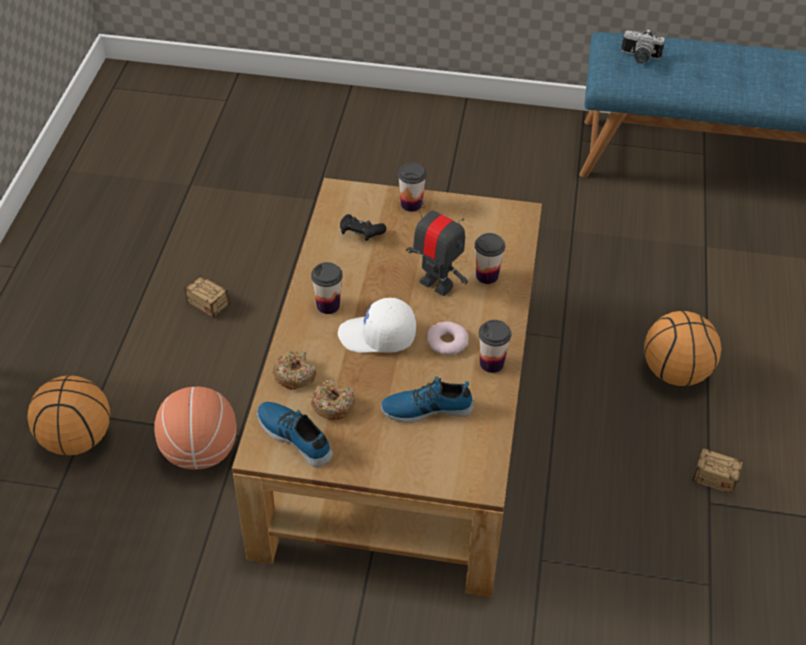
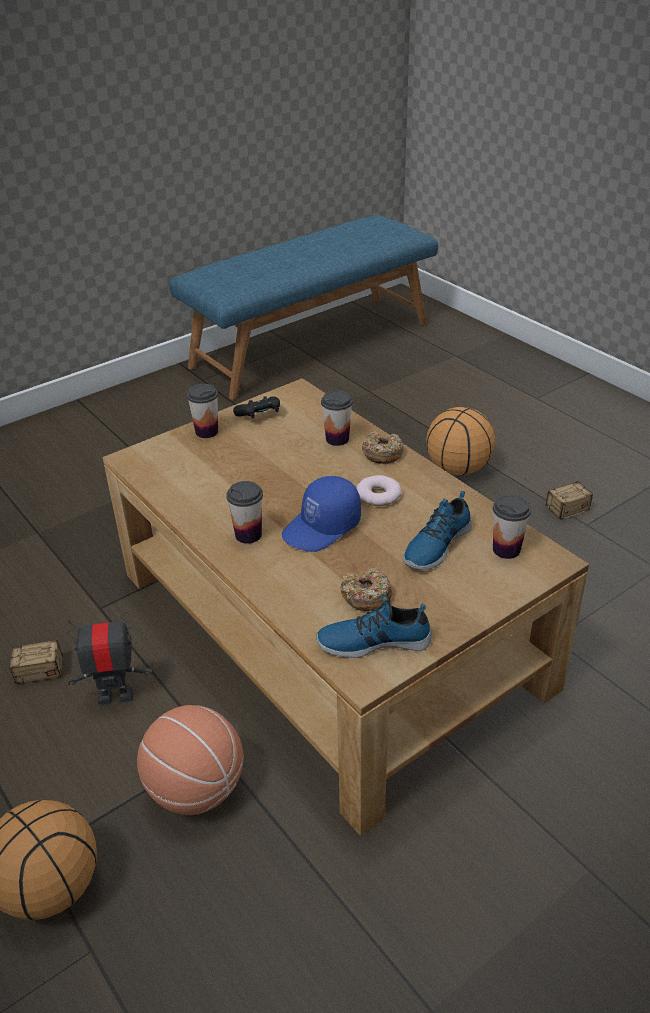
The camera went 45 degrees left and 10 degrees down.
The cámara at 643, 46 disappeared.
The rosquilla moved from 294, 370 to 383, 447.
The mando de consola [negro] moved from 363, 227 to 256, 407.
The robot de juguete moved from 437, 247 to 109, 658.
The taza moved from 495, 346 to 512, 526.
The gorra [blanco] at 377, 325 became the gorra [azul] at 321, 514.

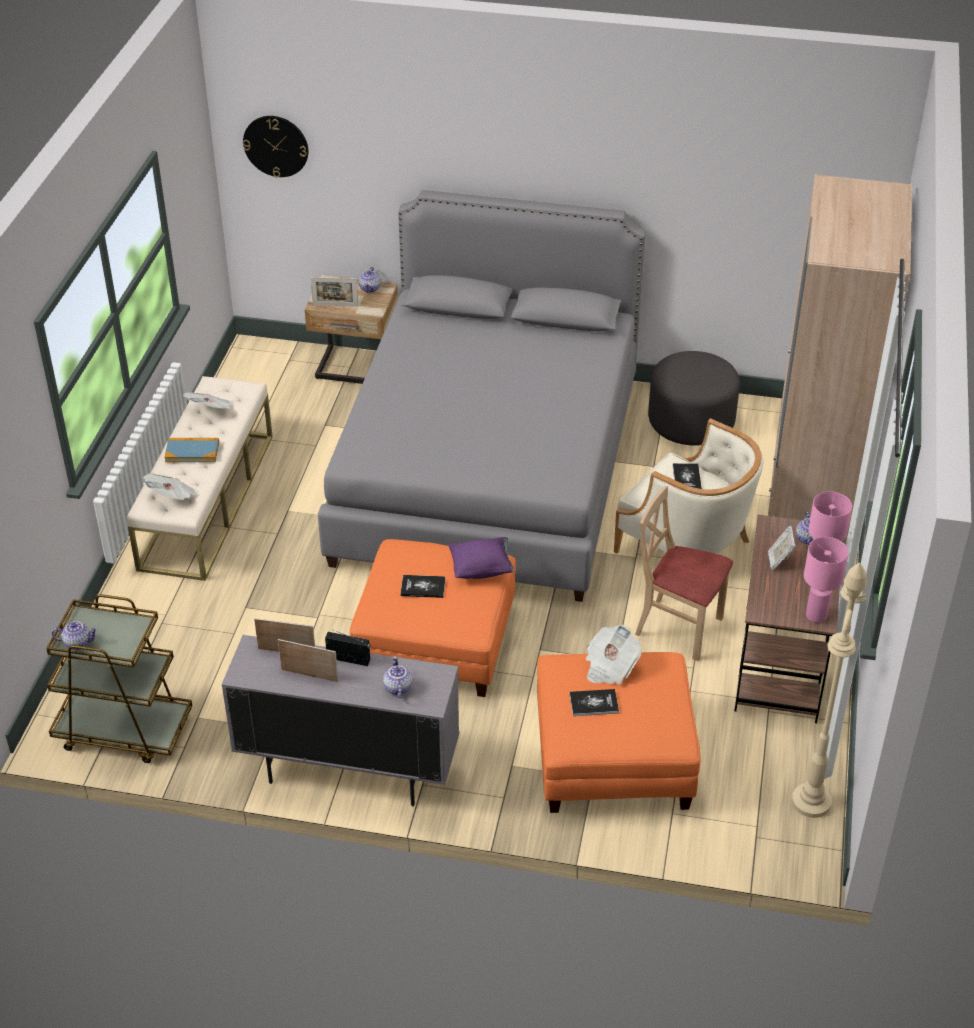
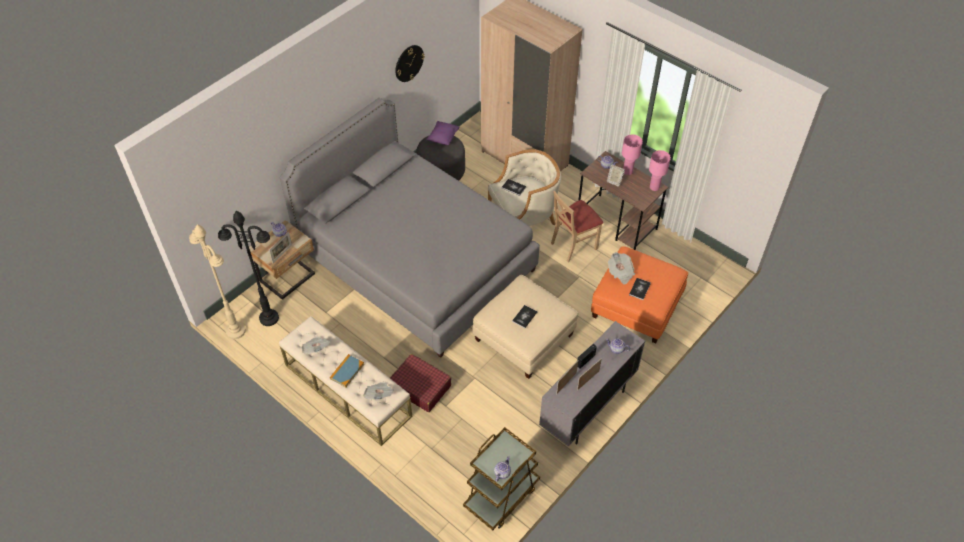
The camera went 60 degrees left and 10 degrees up.
The lámpara de pie [negro] at 248, 268 appeared.
The maleta [rojo] at 420, 383 appeared.
The reloj de pared moved from 275, 147 to 410, 63.
The cojín [morado] moved from 481, 558 to 442, 133.
The lámpara de pie [beis] moved from 829, 690 to 217, 281.
The puf [naranja] at 433, 618 became the puf [beis] at 525, 327.

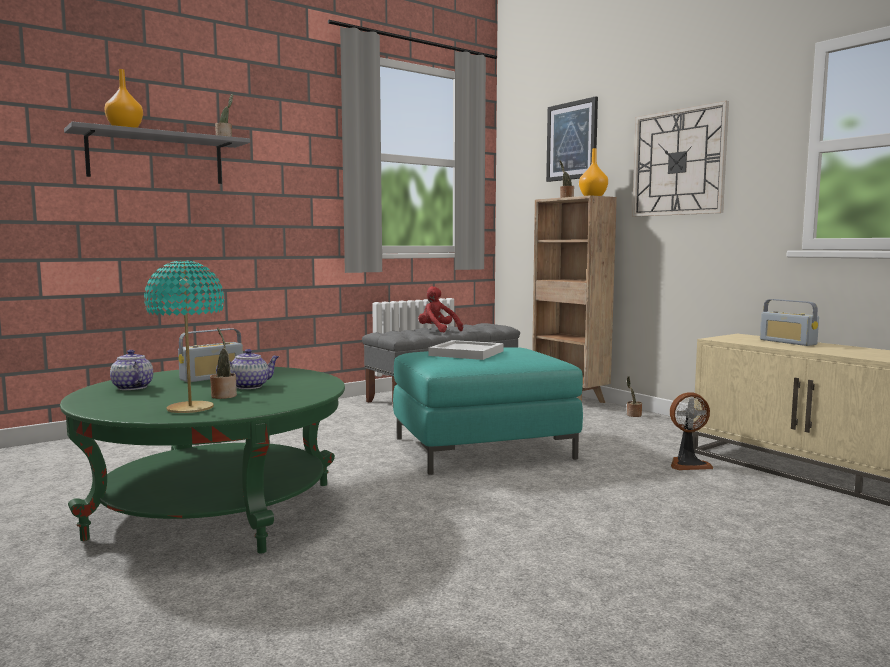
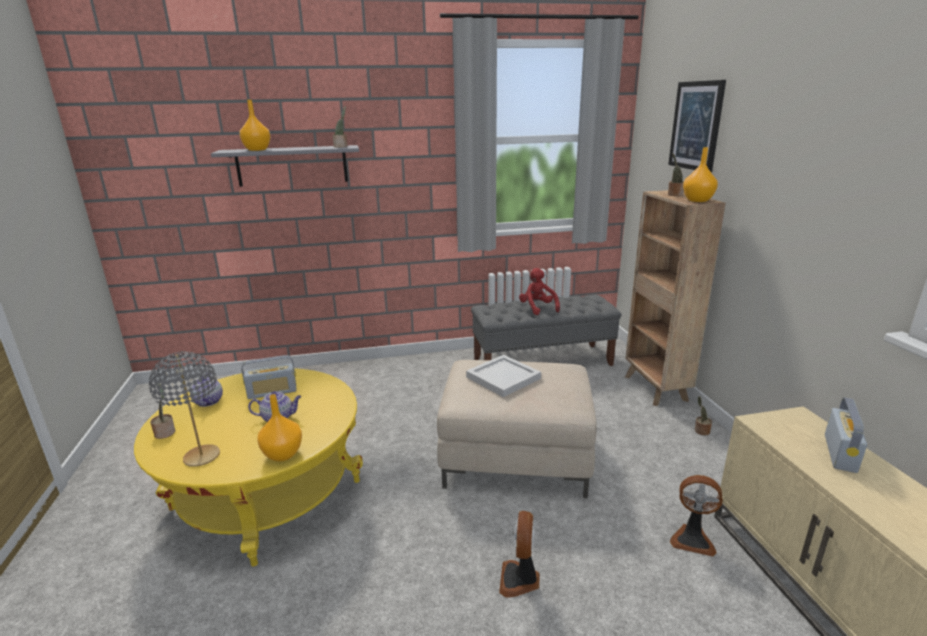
The camera went 25 degrees right and 15 degrees up.
The reloj de pared at 680, 159 disappeared.
The florero [naranja] at 279, 427 appeared.
The ventilador at 519, 554 appeared.
The planta en maceta moved from 223, 363 to 162, 411.
The mesa de centro [verde] at 202, 460 became the mesa de centro [amarillo] at 248, 467.
The lámpara de mesa [turquesa] at 184, 337 became the lámpara de mesa [gris] at 184, 409.
The puf [turquesa] at 488, 411 became the puf [beis] at 517, 429.
The radio at 789, 322 turned 150 degrees counterclockwise.

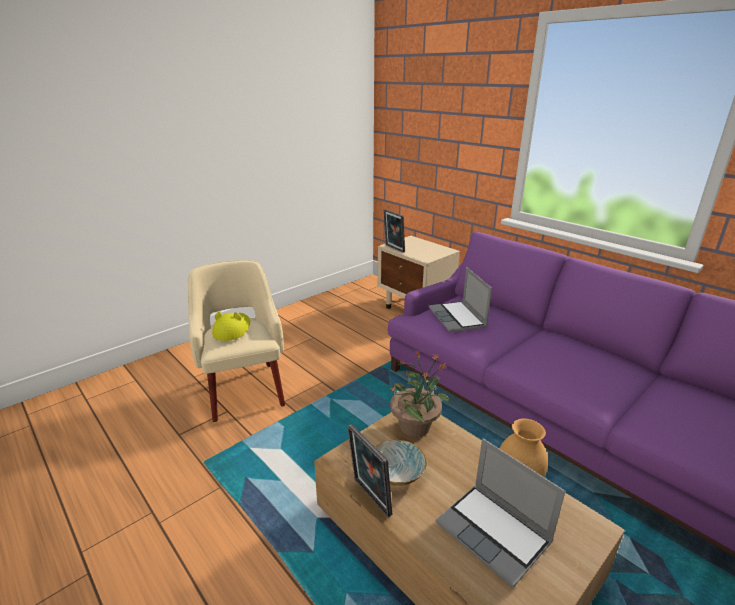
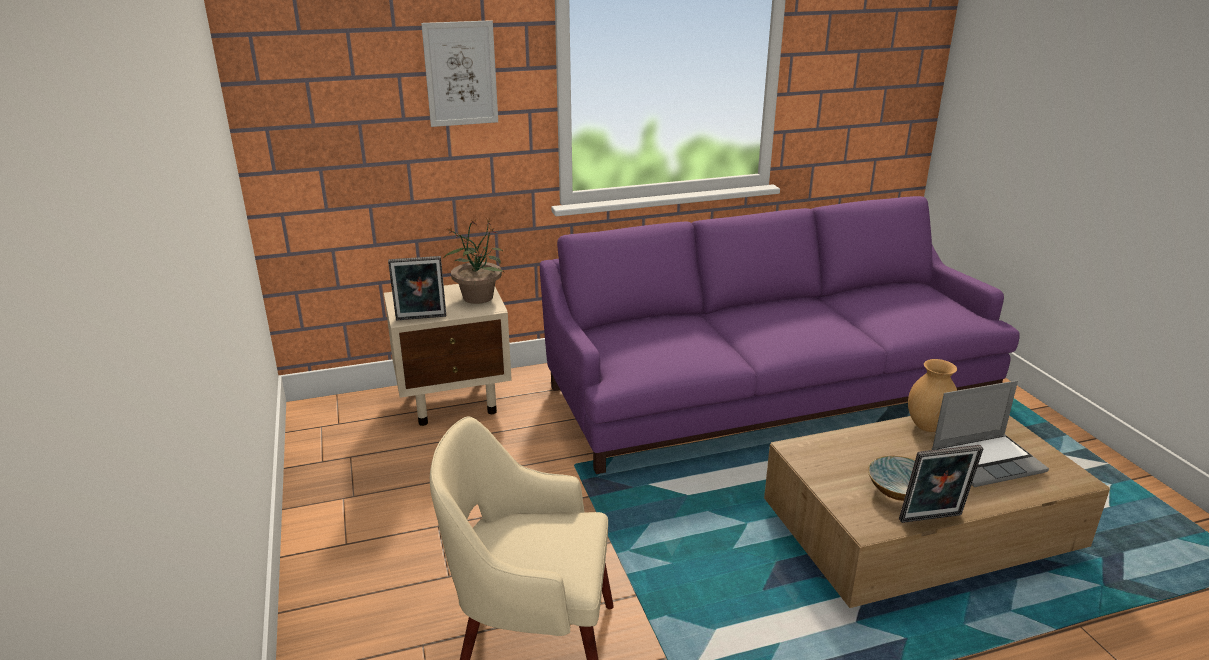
The camera went 65 degrees left and 0 degrees up.
The sombrero [amarillo] at 231, 326 disappeared.
The portátil at 460, 299 disappeared.
The cuadro at 459, 73 appeared.
The planta en maceta moved from 420, 394 to 473, 260.

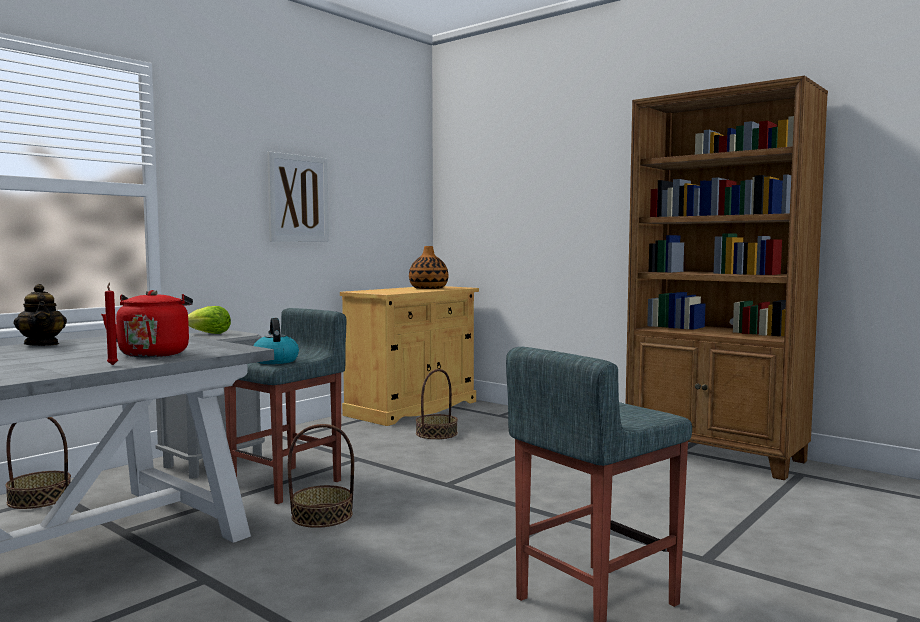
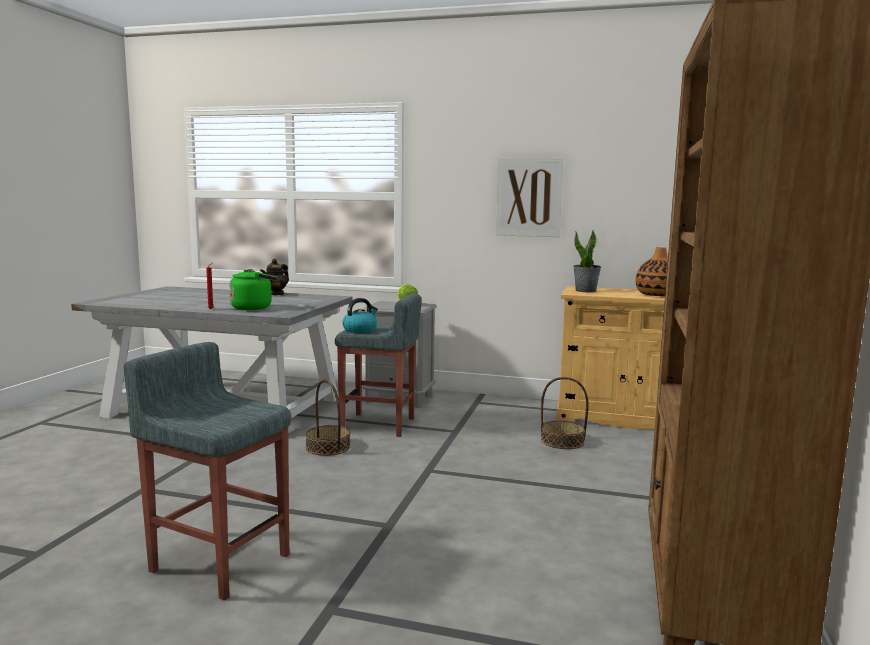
The camera went 65 degrees right and 5 degrees up.
The cesta at 38, 463 disappeared.
The planta en maceta at 587, 260 appeared.
The hervidor [rojo] at 147, 323 became the hervidor [verde] at 253, 289.

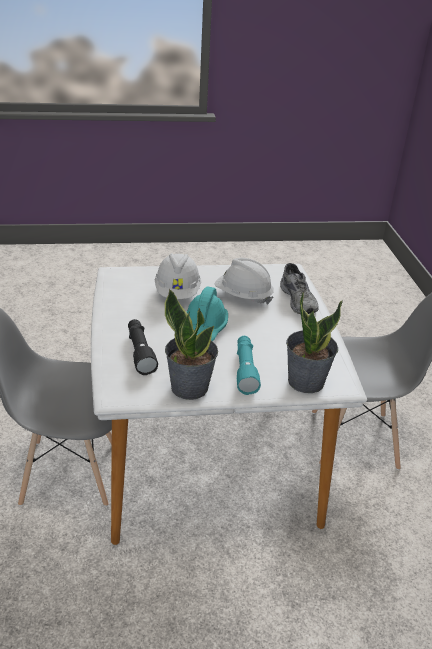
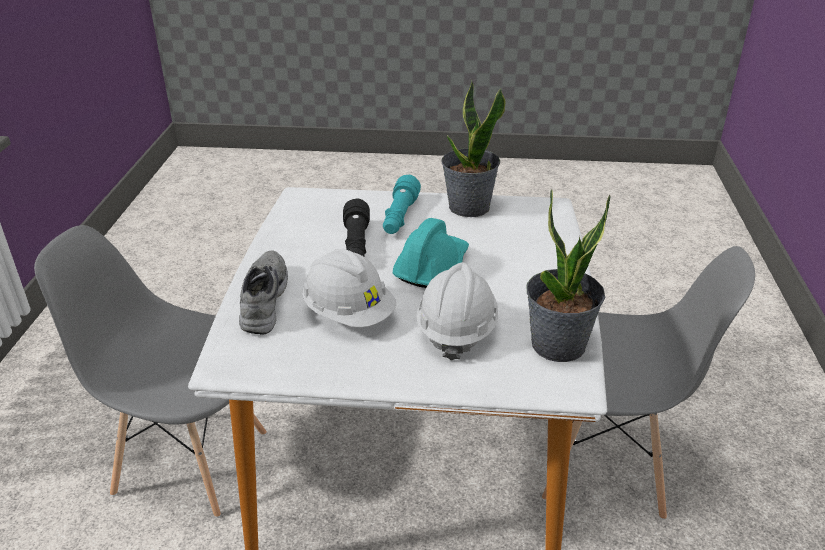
The camera went 165 degrees left and 0 degrees up.
The linterna [negro] moved from 143, 347 to 356, 227.
The planta en maceta moved from 314, 342 to 569, 276.

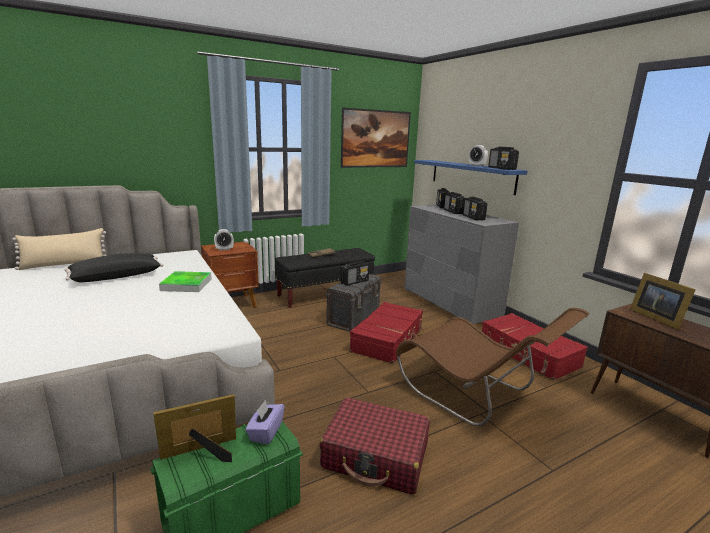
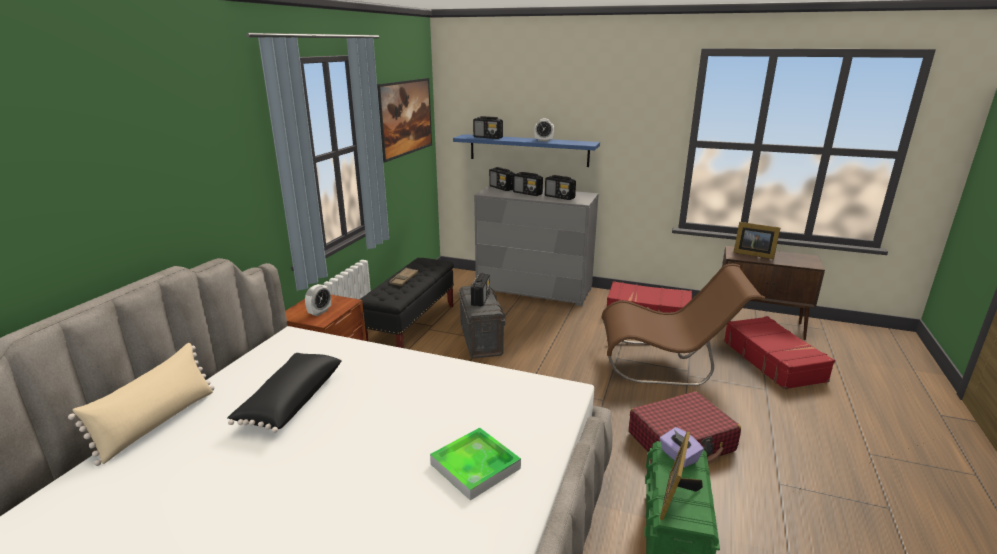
The camera went 40 degrees left and 5 degrees up.
The bandeja moved from 185, 281 to 475, 464.
The maleta [rojo] moved from 386, 333 to 779, 352.
The radio moved from 503, 158 to 488, 127.

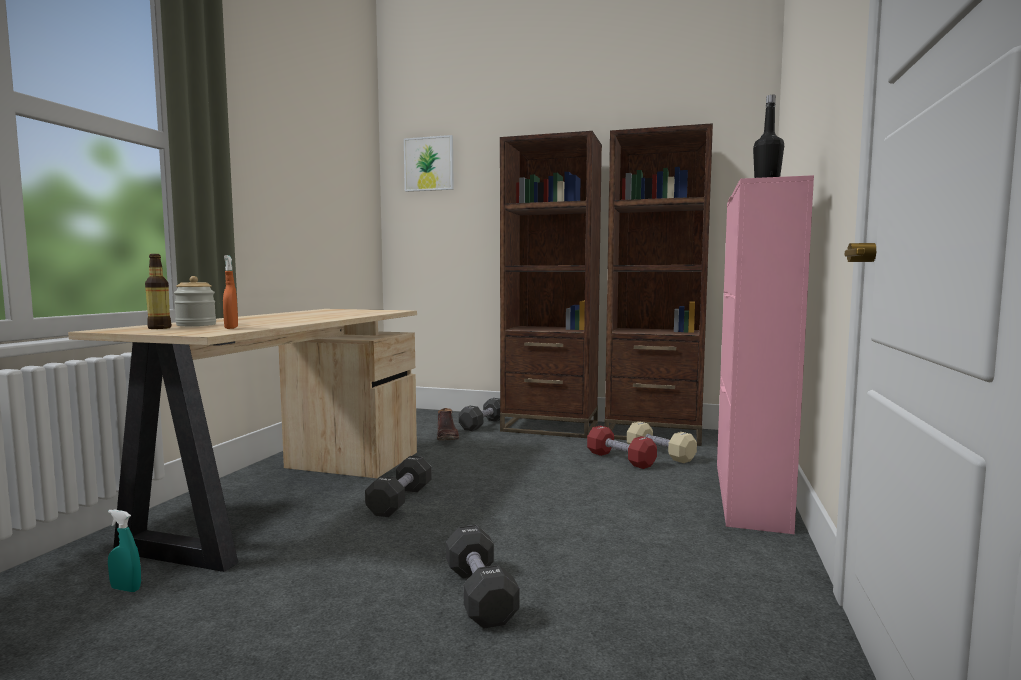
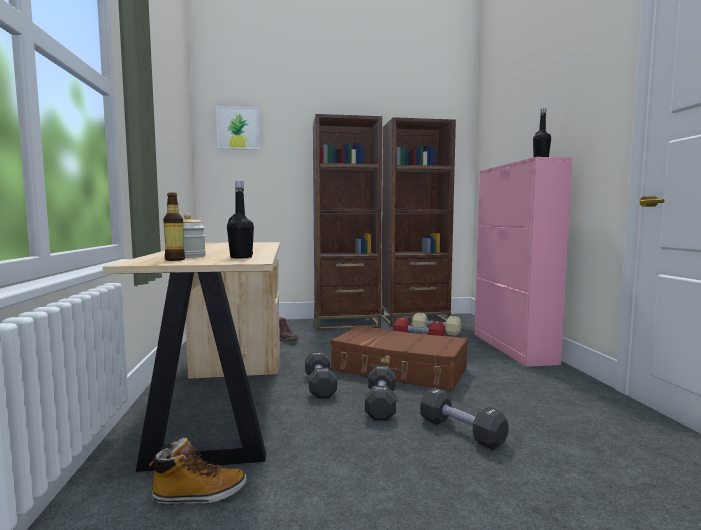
The camera went 25 degrees left and 0 degrees up.
The maleta [marrón] at 399, 358 appeared.
The mancuerna [negro] moved from 479, 414 to 380, 393.
The pulverizador [turquesa] at 124, 550 was replaced by the bota at 197, 471.
The pulverizador [naranja] at 230, 292 was replaced by the botella [negro] at 240, 219.

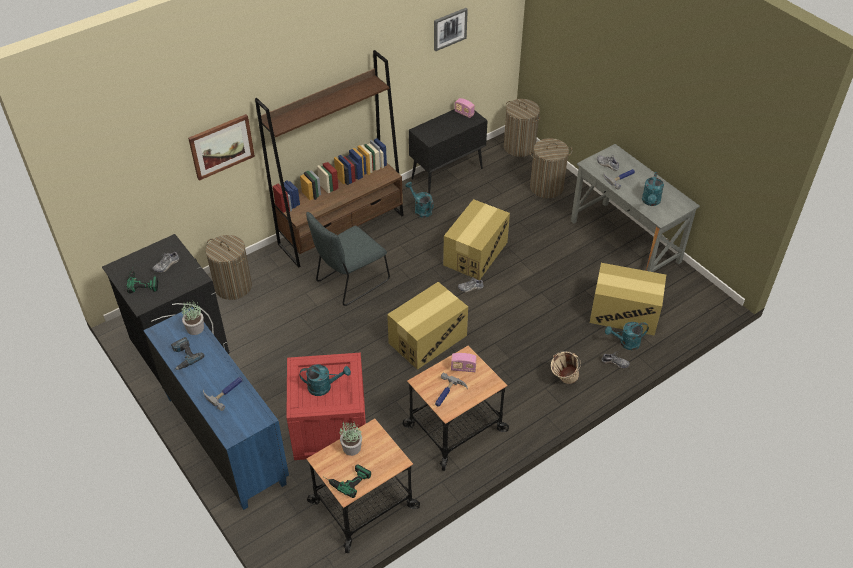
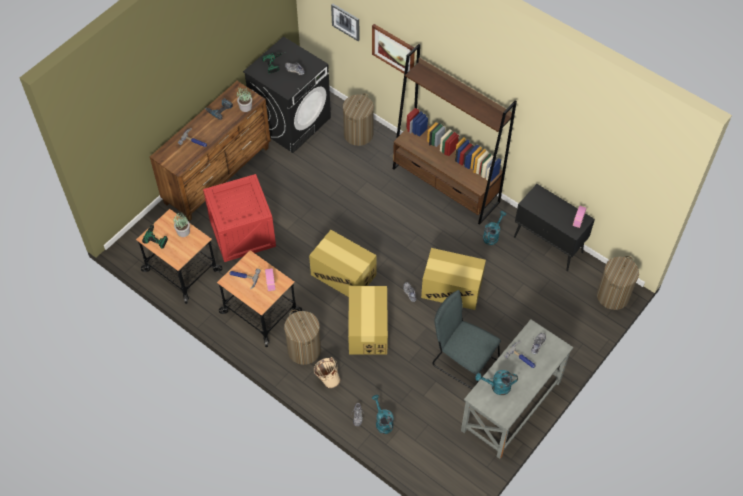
The camera went 75 degrees right and 10 degrees up.
The regadera [turquesa] at 325, 380 disappeared.
The silla [gris] moved from 348, 259 to 466, 339.
The cuadro moved from 451, 30 to 345, 22.
The cesto de la ropa moved from 551, 168 to 302, 337.
The caja de cartón moved from 628, 299 to 368, 320.
The cómoda [azul] at 216, 408 became the cómoda [marrón] at 210, 151.

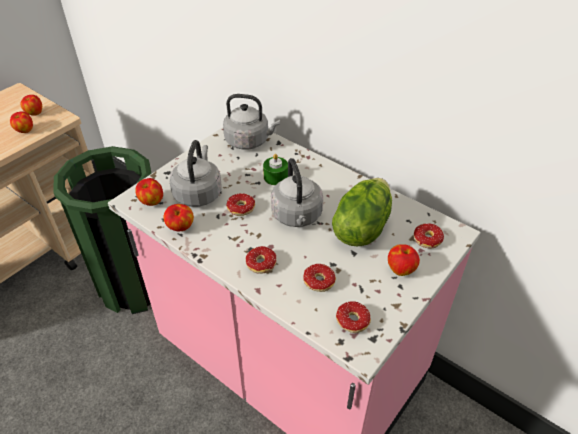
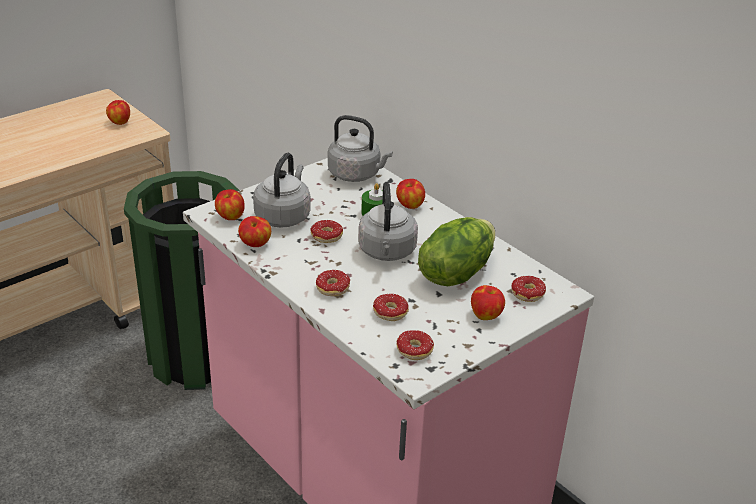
The camera went 10 degrees right and 10 degrees down.
The manzana moved from 21, 122 to 410, 194.

